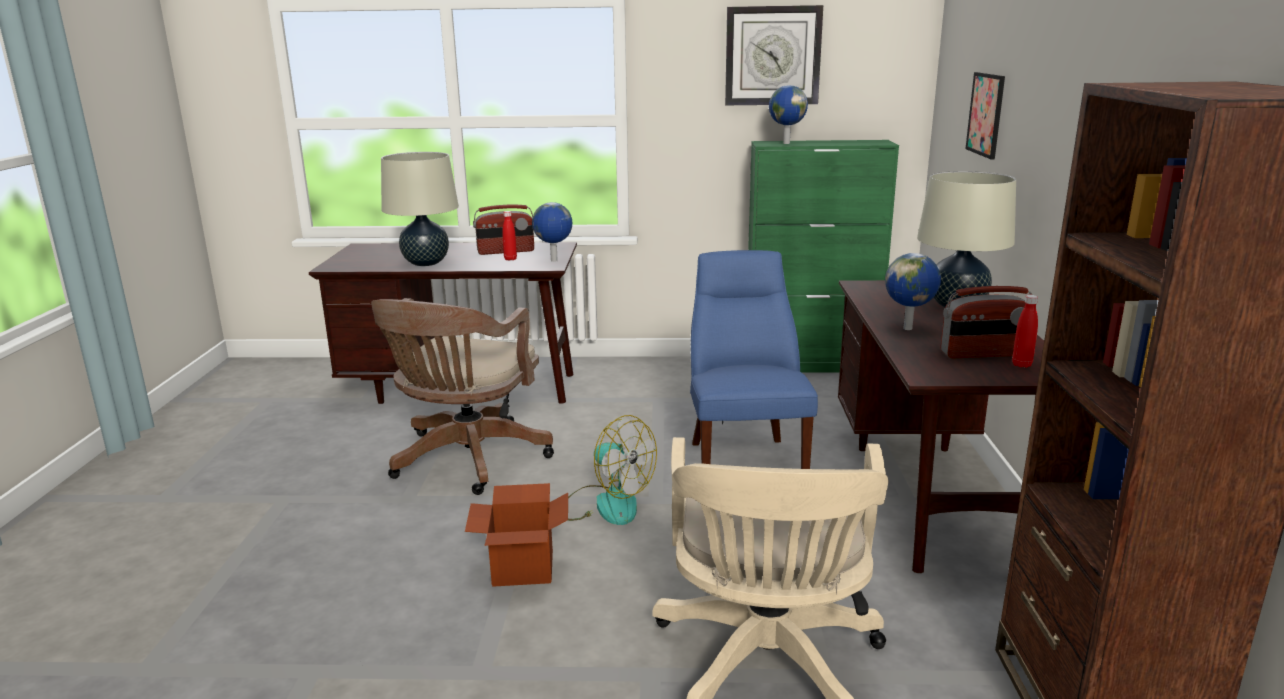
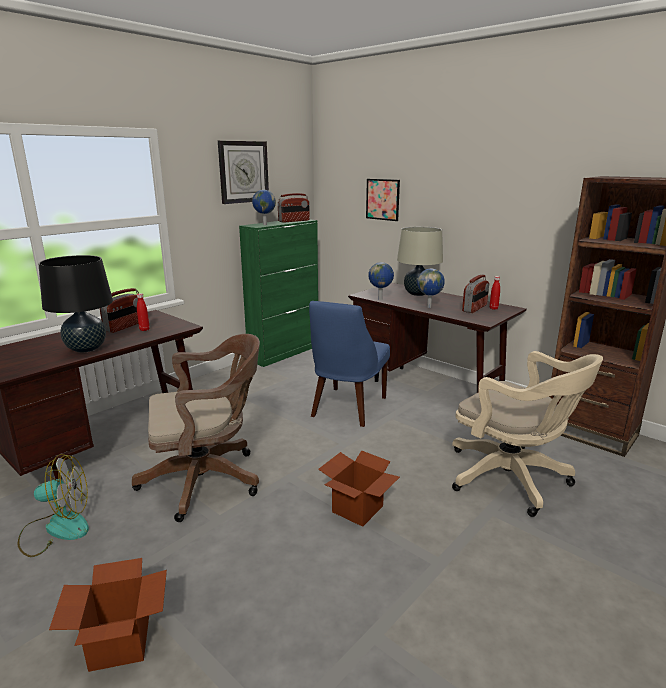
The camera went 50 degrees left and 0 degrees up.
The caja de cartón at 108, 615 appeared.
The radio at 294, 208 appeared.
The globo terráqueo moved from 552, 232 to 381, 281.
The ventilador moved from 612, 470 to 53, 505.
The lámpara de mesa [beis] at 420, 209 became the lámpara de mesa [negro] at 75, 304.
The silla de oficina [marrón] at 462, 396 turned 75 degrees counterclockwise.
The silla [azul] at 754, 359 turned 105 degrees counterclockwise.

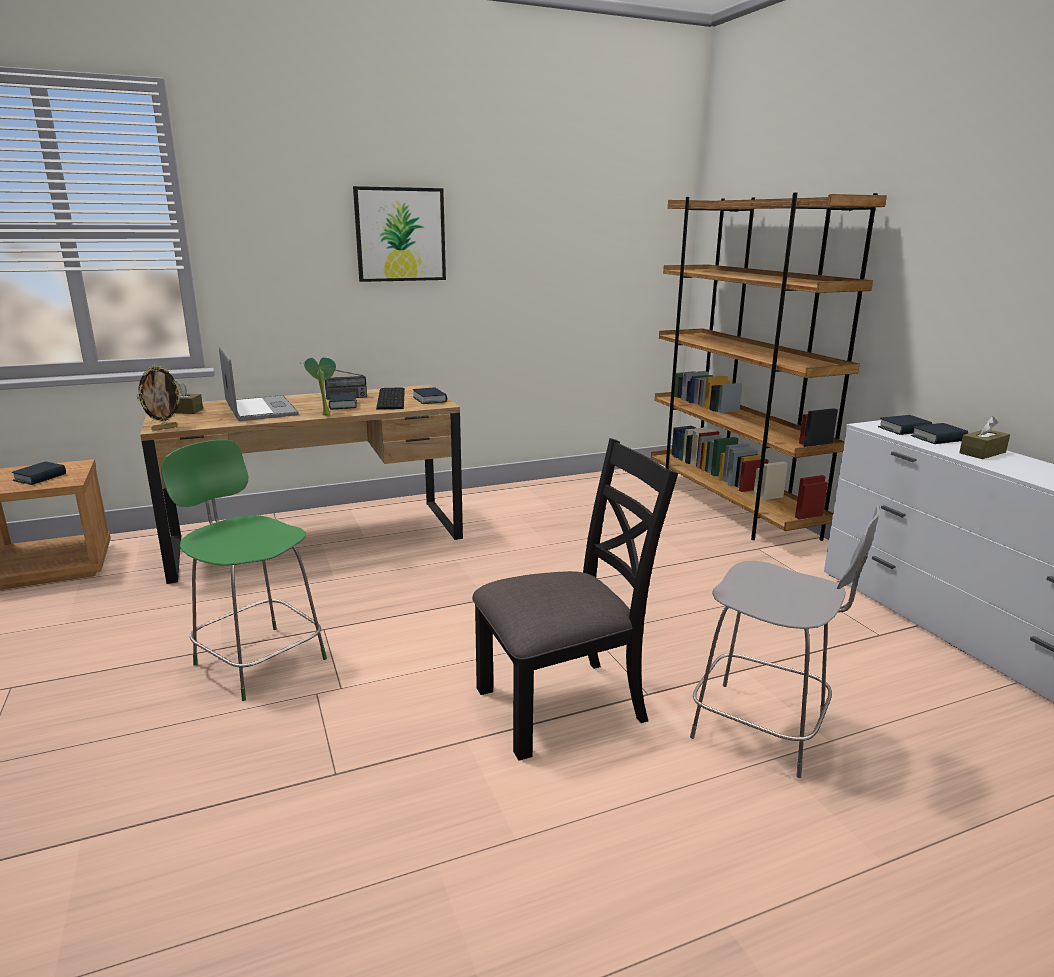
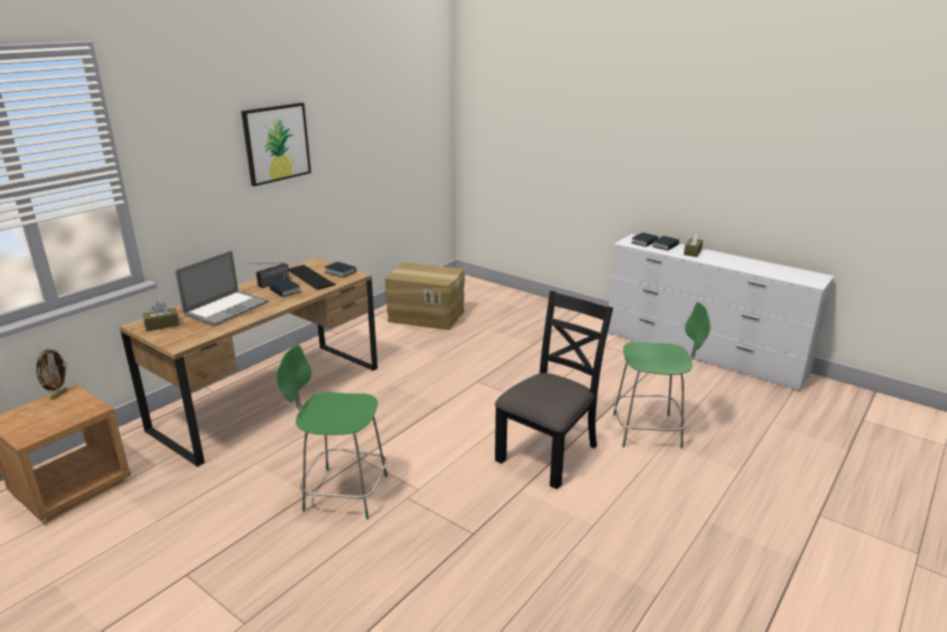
The camera went 30 degrees left and 5 degrees up.
The libro at 39, 473 disappeared.
The planta en maceta at 320, 386 disappeared.
The estantería [marrón] at 769, 366 disappeared.
The caja de cartón at 425, 296 appeared.
The portarretratos moved from 159, 398 to 51, 374.
The silla [gris] at 785, 641 became the silla [verde] at 662, 375.
The portátil at 259, 383 turned 90 degrees clockwise.

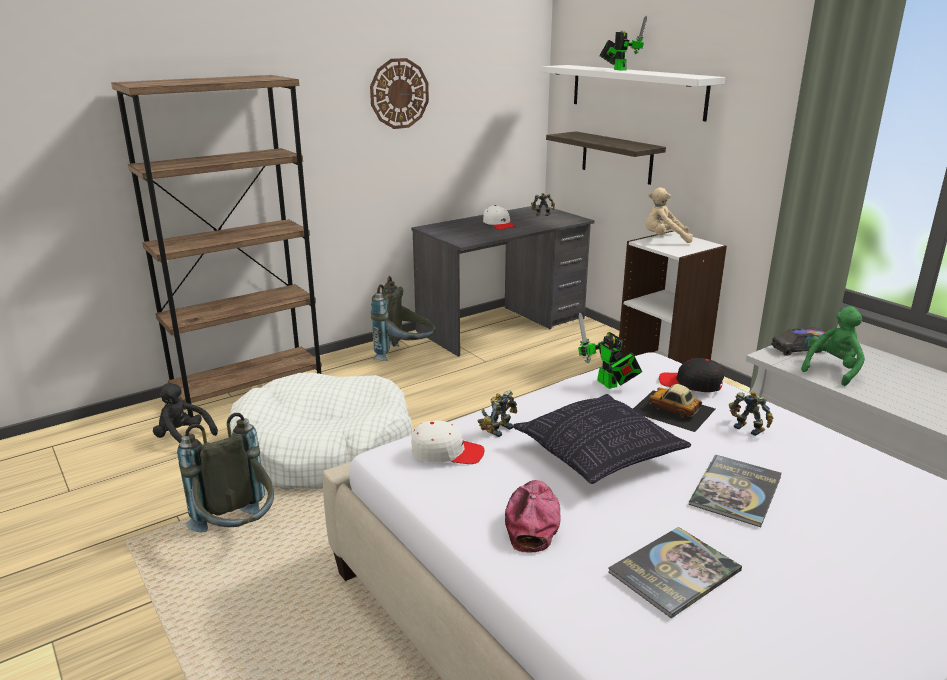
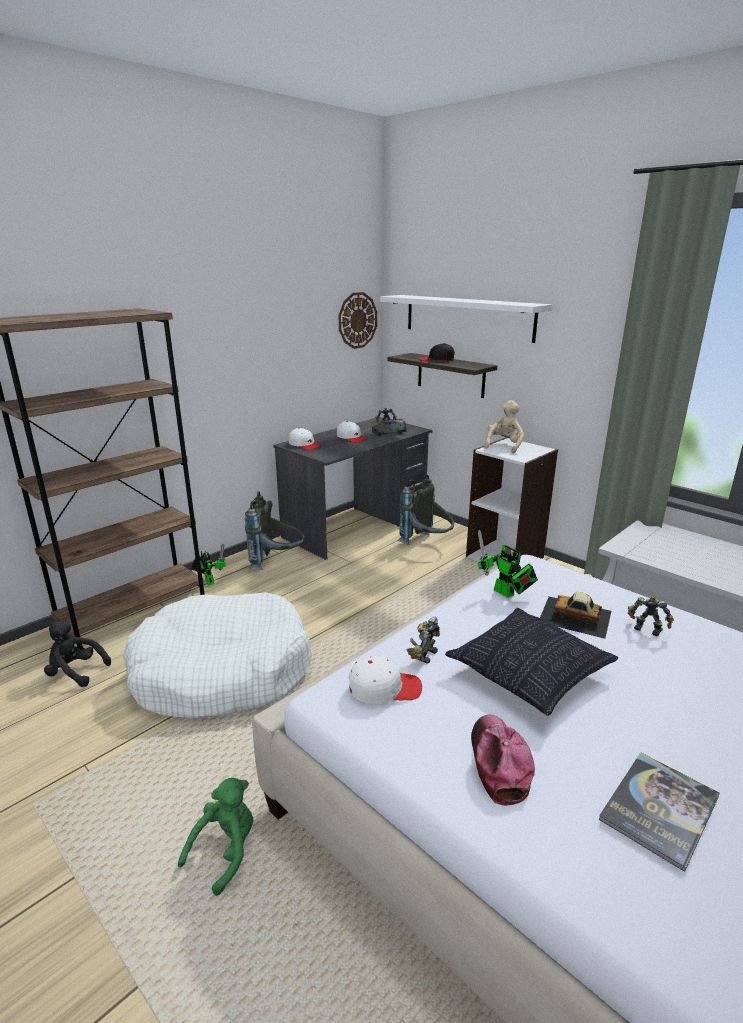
The camera went 10 degrees left and 0 degrees up.
The libro at 735, 490 disappeared.
The gorra [blanco] at 305, 439 appeared.
The mochila [gris] moved from 225, 472 to 426, 509.
The reloj de pared moved from 399, 93 to 358, 320.
The robot de juguete moved from 623, 43 to 208, 564.
The gorra [negro] moved from 691, 375 to 437, 352.
The camión de juguete moved from 800, 341 to 389, 428.
The peluche [verde] moved from 833, 346 to 215, 837.
The peluche [beis] at 669, 215 turned 120 degrees clockwise.

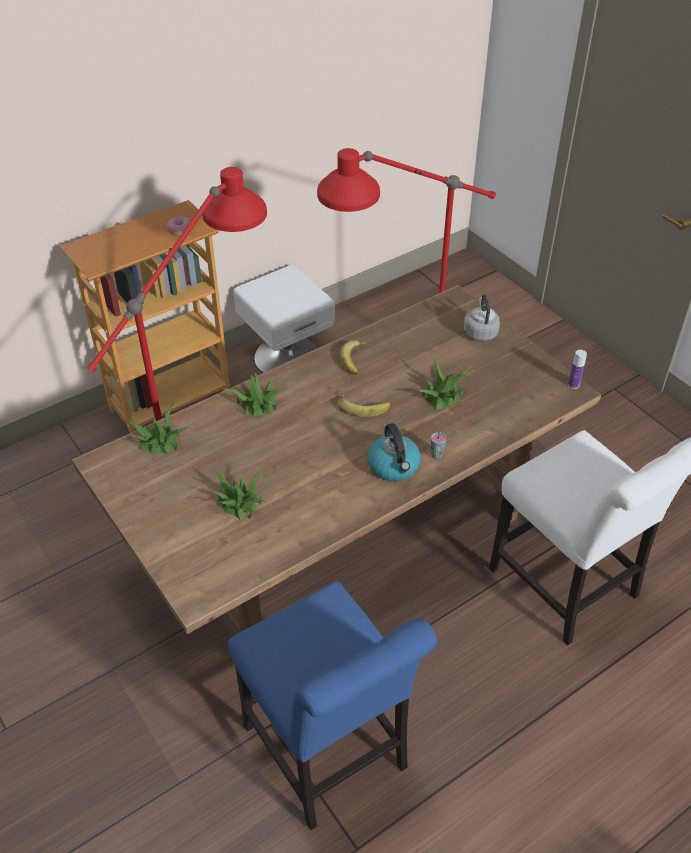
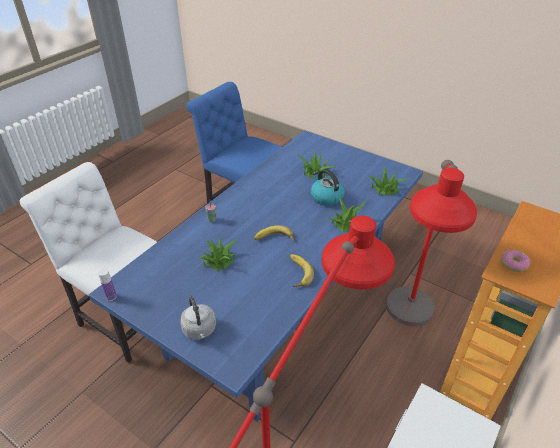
The camera went 160 degrees right and 5 degrees down.
The hervidor moved from 394, 452 to 328, 187.
The mesa de comedor [marrón] at 336, 459 became the mesa de comedor [azul] at 256, 275.

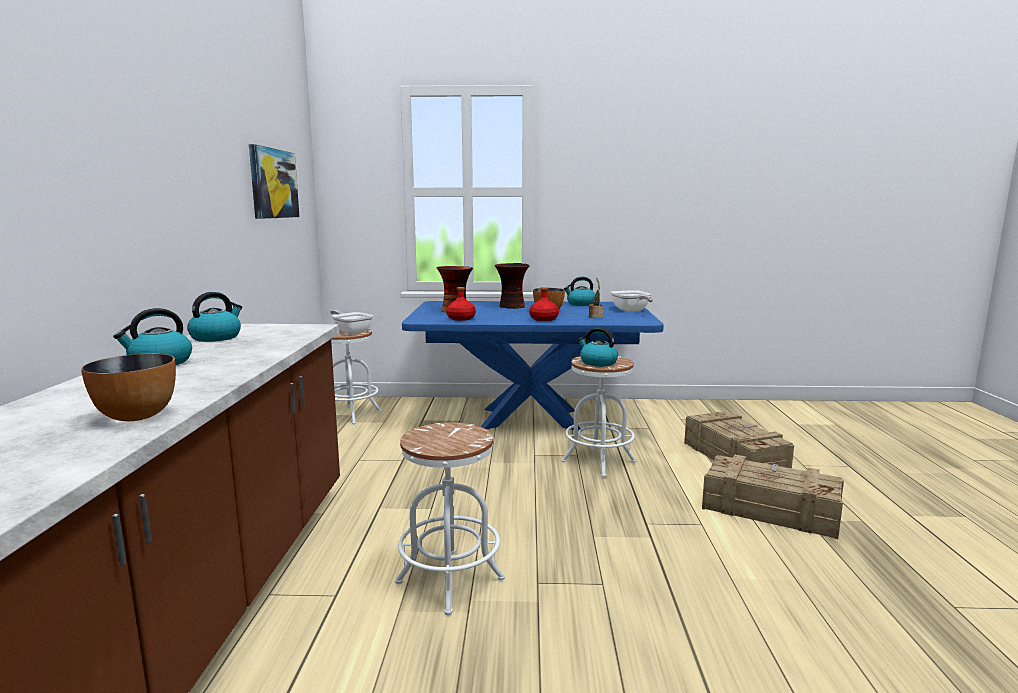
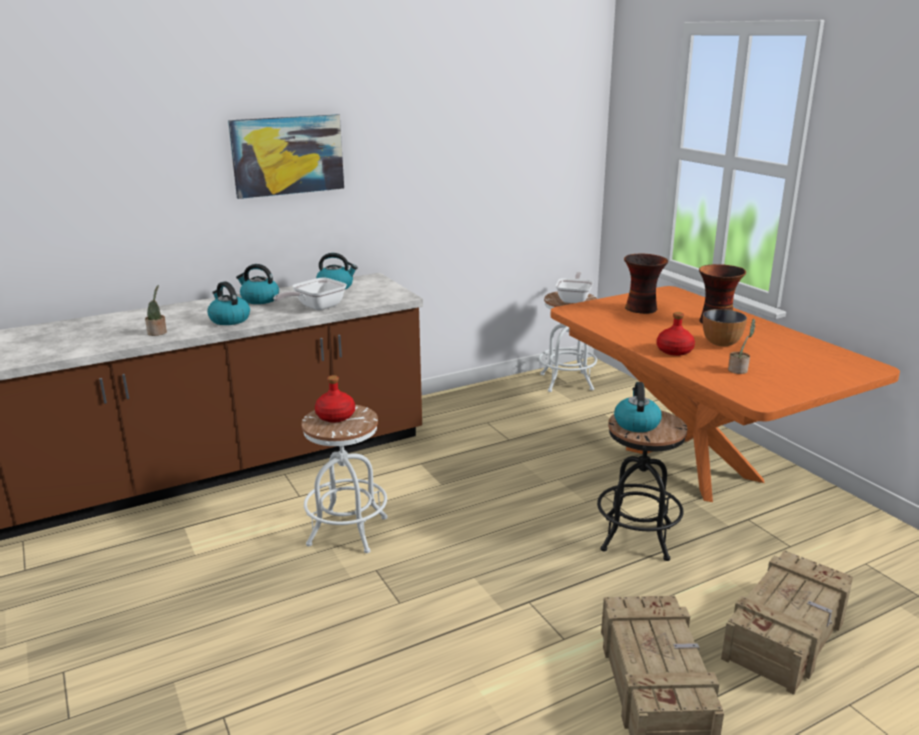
The camera went 60 degrees right and 10 degrees up.
The cuadro moved from 274, 181 to 286, 156.
The botella [rojo] moved from 461, 304 to 335, 399.
The hervidor moved from 579, 291 to 228, 303.
The sartén moved from 632, 301 to 310, 294.
The cuenco at 128, 387 was replaced by the planta en maceta at 156, 310.
The mesa de comedor [azul] at 533, 365 became the mesa de comedor [naranja] at 725, 394.
The taburete [blanco] at 598, 417 became the taburete [negro] at 642, 486.

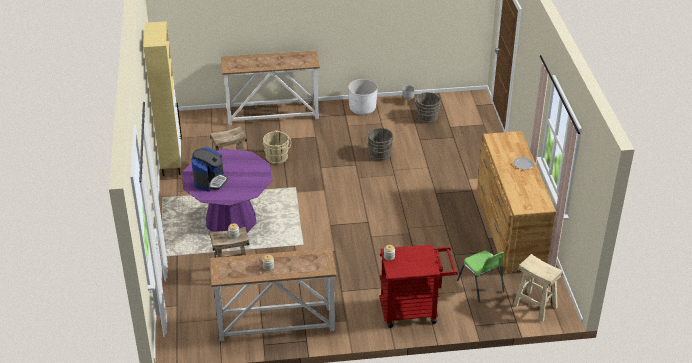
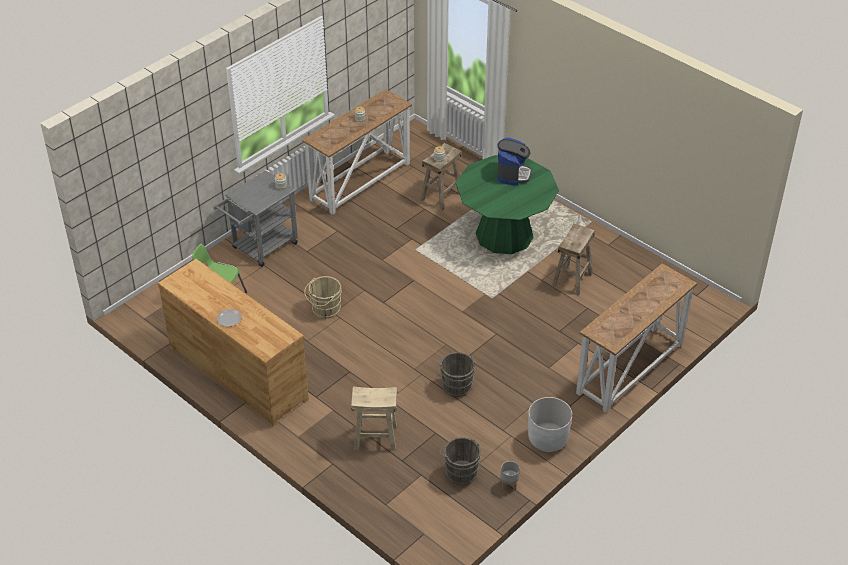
The camera went 140 degrees right and 5 degrees up.
The armario [beis] at 163, 98 disappeared.
The cubo [beis] moved from 277, 147 to 323, 297.
The taburete [beis] moved from 538, 288 to 374, 419.
The mesa de comedor [morado] at 227, 191 became the mesa de comedor [verde] at 507, 204.
The carrito [rojo] at 418, 286 became the carrito [gris] at 255, 218.
The cafetera at 209, 169 turned 150 degrees counterclockwise.

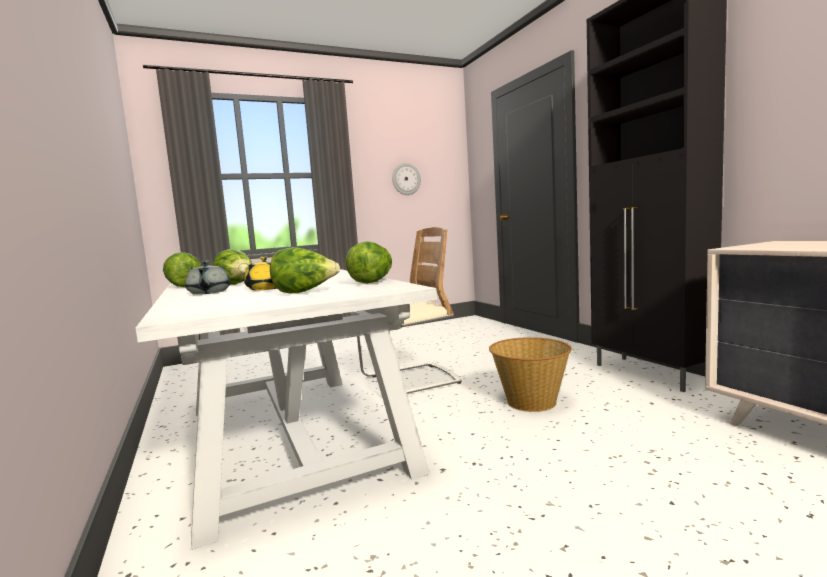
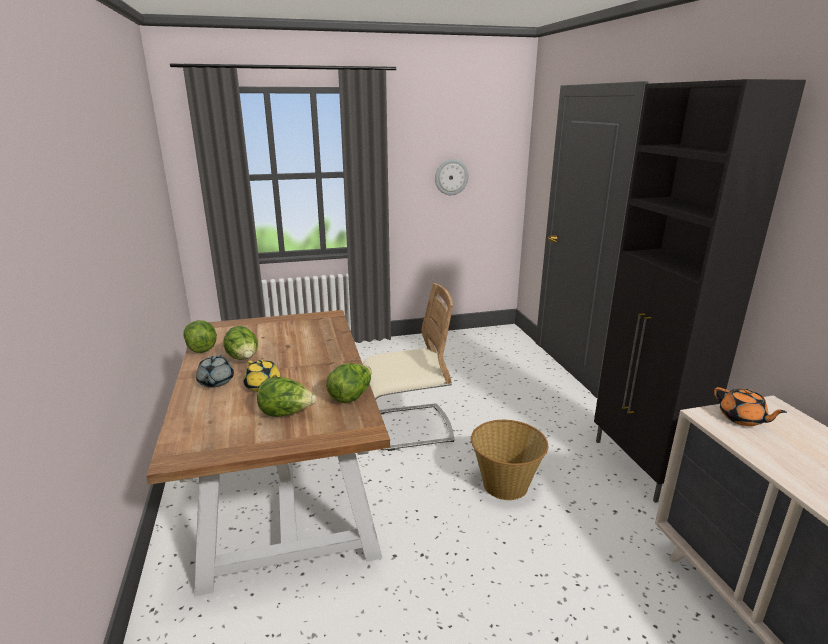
The camera went 10 degrees right and 15 degrees up.
The tetera [naranja] at 750, 406 appeared.
The mesa de comedor [blanco] at 286, 409 became the mesa de comedor [marrón] at 268, 453.

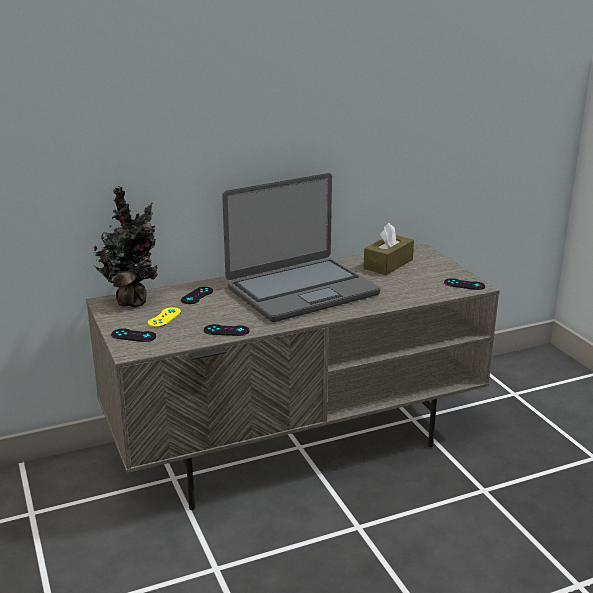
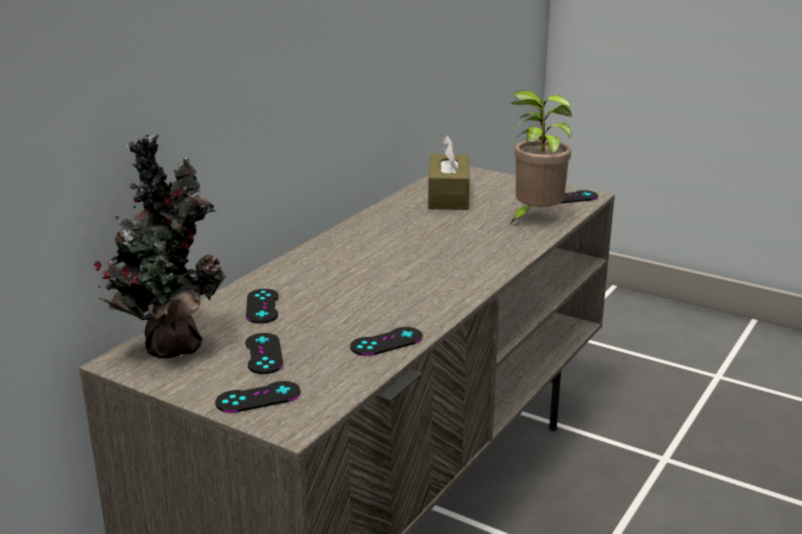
The camera went 35 degrees left and 0 degrees up.
The portátil at 301, 247 disappeared.
The planta en maceta at 541, 157 appeared.
The mando de consola [amarillo] at 164, 317 became the mando de consola [negro] at 264, 353.

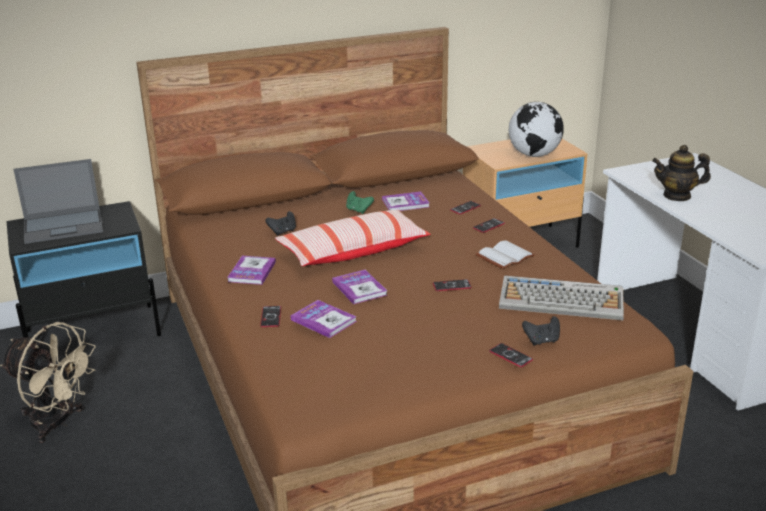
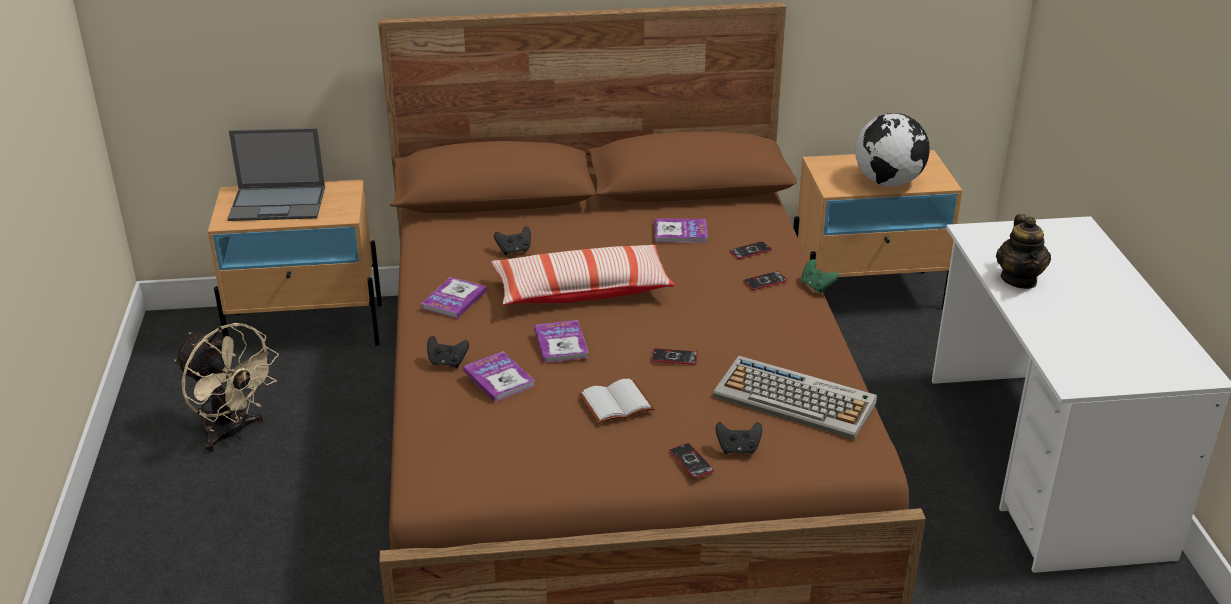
The camera went 15 degrees right and 5 degrees up.
The mando de consola [verde] moved from 360, 202 to 820, 276.
The libro [blanco] moved from 505, 254 to 616, 401.
The móvil at 270, 316 was replaced by the mando de consola [negro] at 448, 352.
The mesita de noche [negro] at 83, 269 became the mesita de noche [beis] at 295, 263.
The tetera at 681, 173 turned 105 degrees counterclockwise.

